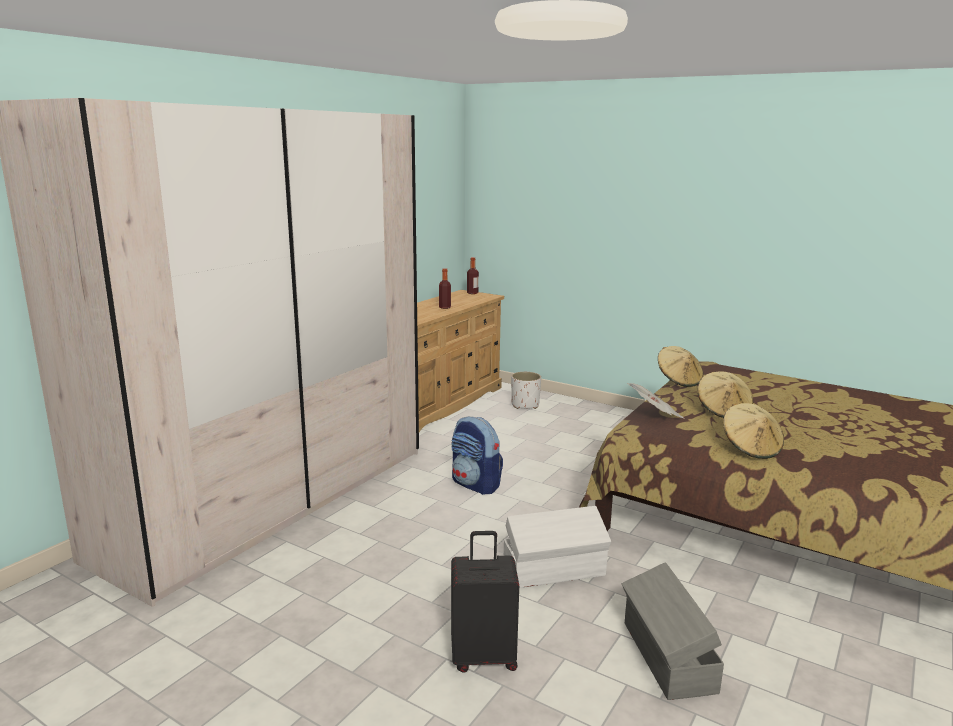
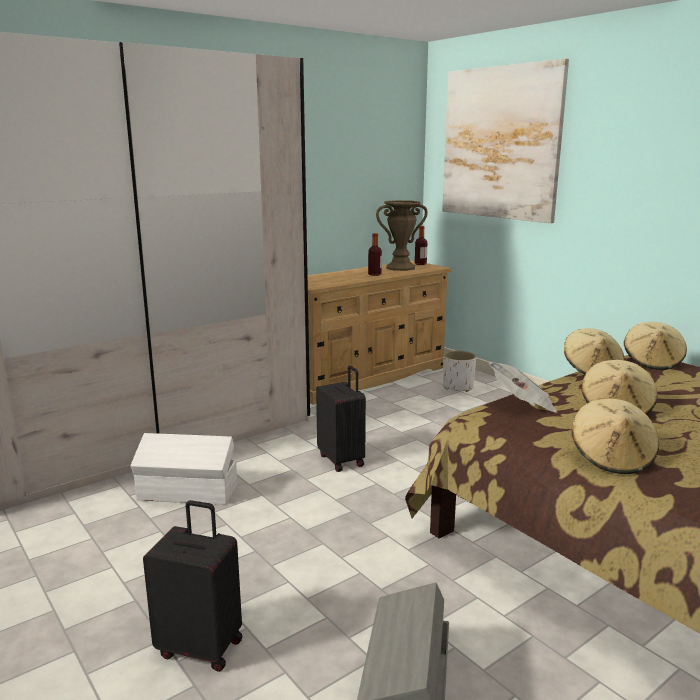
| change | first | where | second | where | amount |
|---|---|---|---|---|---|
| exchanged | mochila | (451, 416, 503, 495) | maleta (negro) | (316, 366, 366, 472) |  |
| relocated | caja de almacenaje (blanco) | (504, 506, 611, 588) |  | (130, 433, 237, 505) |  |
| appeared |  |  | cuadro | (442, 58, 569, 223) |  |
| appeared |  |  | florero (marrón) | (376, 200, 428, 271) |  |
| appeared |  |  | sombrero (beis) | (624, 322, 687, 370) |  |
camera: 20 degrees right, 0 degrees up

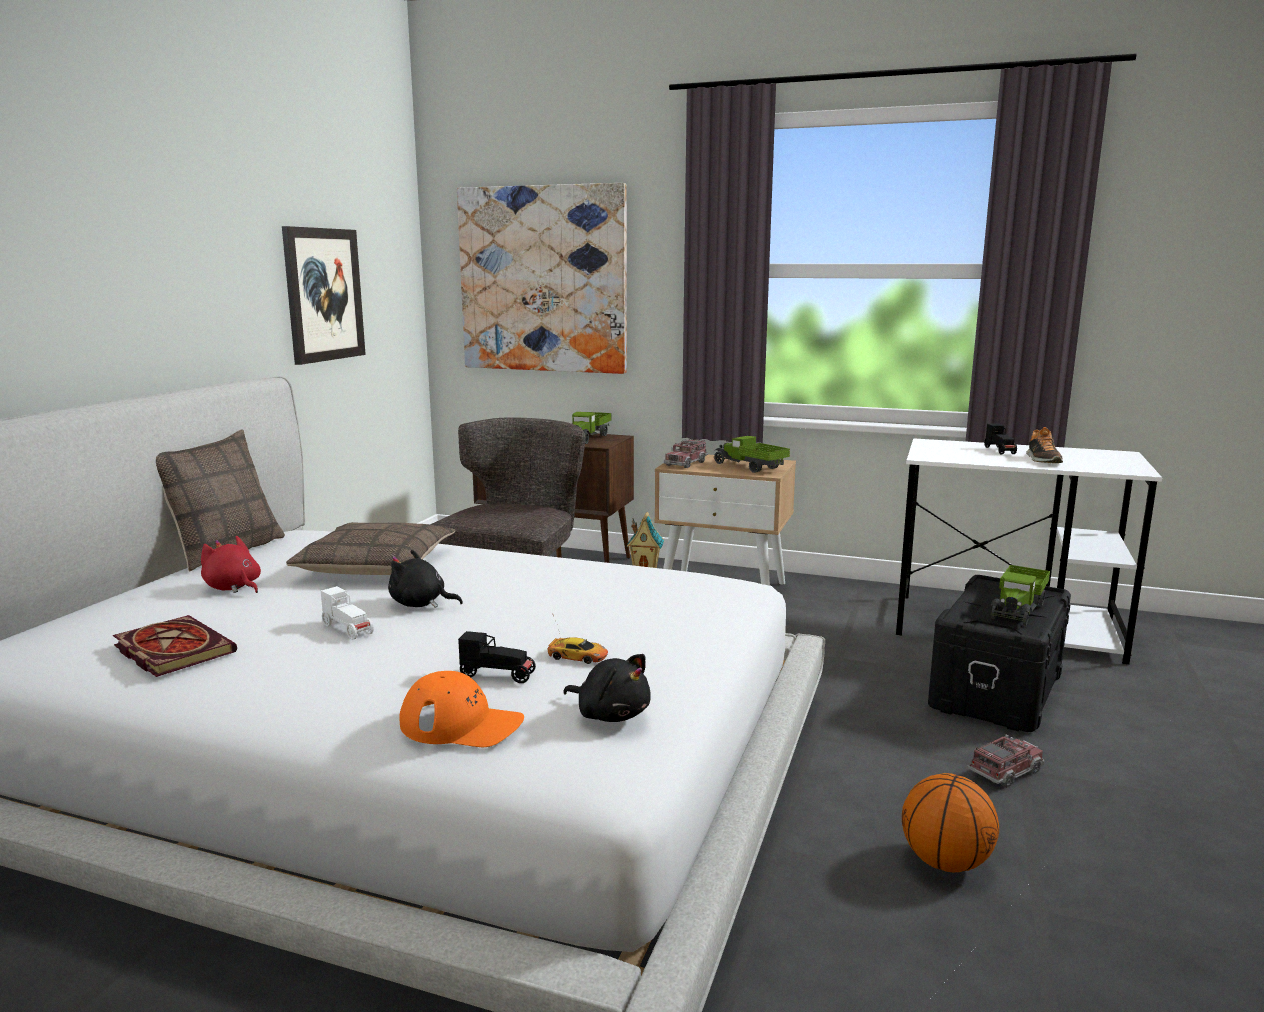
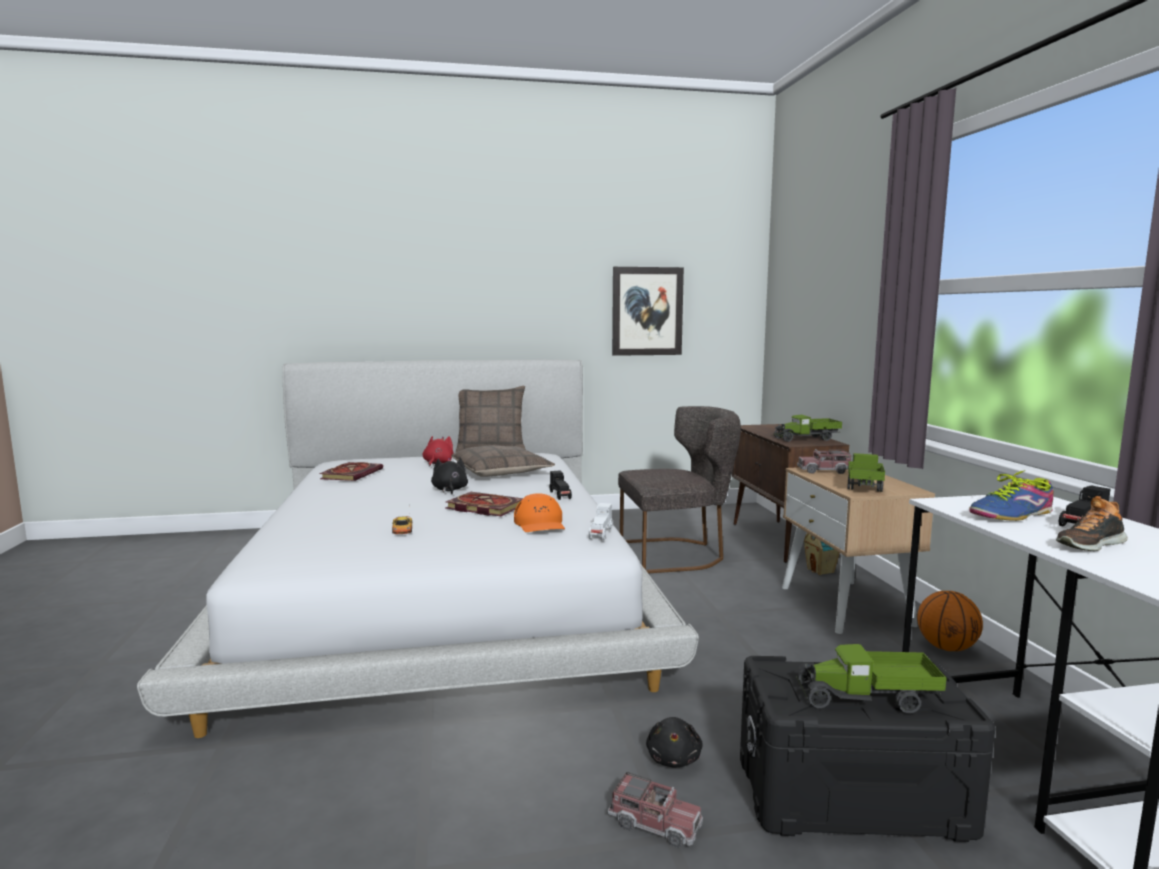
| change | first | where | second | where | amount |
|---|---|---|---|---|---|
| missing | cuadro | (457, 183, 627, 374) |  |  |  |
| relocated | coche de juguete (blanco) | (321, 586, 374, 640) |  | (589, 503, 613, 540) |  |
| relocated | coche de juguete (negro) | (458, 631, 536, 683) |  | (550, 470, 572, 500) |  |
| relocated | peluche (negro) | (563, 654, 651, 722) |  | (646, 717, 703, 768) |  |
| relocated | gorra (naranja) | (400, 671, 524, 747) |  | (514, 493, 565, 532) |  |
| relocated | balón de baloncesto | (902, 773, 999, 872) |  | (917, 591, 983, 651) |  |
| appeared |  |  | zapato | (969, 470, 1053, 521) |  |
| appeared |  |  | libro | (445, 492, 523, 516) |  |
camera: 60 degrees right, 5 degrees down

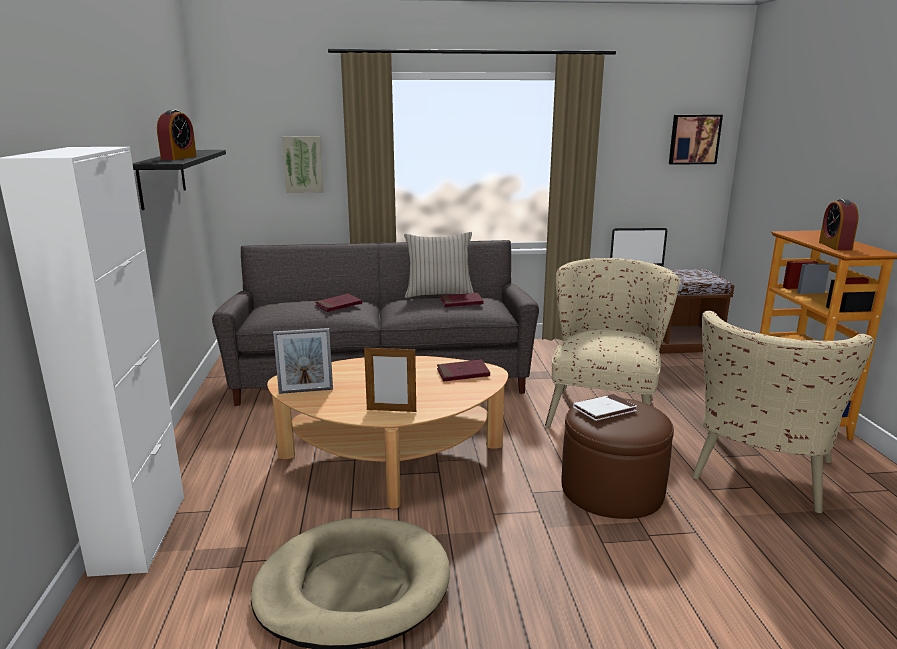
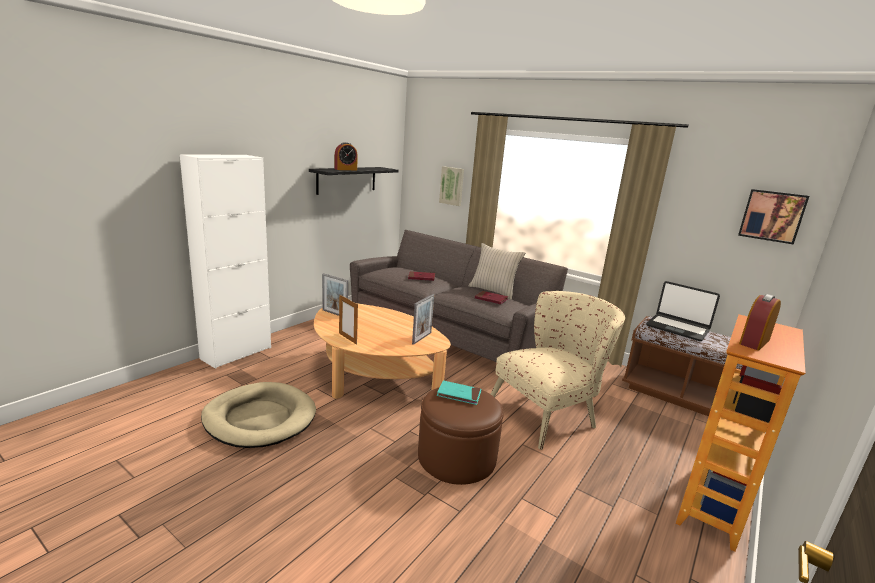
| change | first | where | second | where | amount |
|---|---|---|---|---|---|
| missing | sillón (beis) | (692, 311, 874, 513) |  |  |  |
| exchanged | libro (rojo) | (437, 359, 490, 382) | portarretratos | (412, 294, 434, 345) |  |
| colour | libro (blanco) | (573, 394, 637, 421) | libro (turquesa) | (437, 380, 481, 405) |  |
camera: 40 degrees right, 0 degrees up

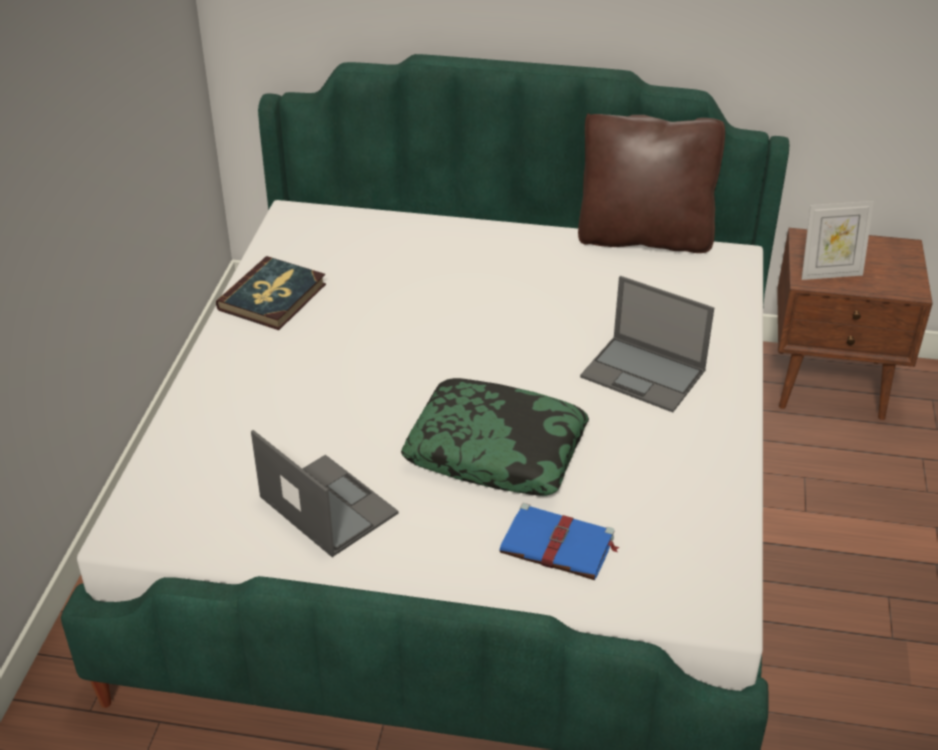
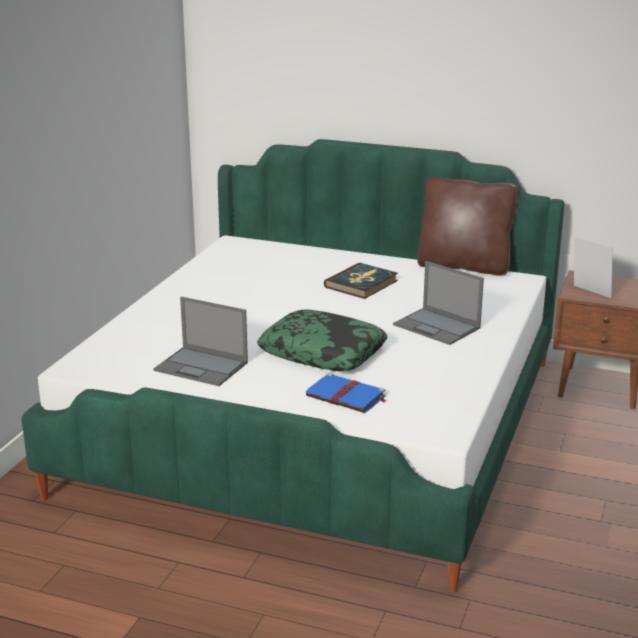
| change | first | where | second | where | amount |
|---|---|---|---|---|---|
| spun | portarretratos | (801, 201, 874, 280) |  | (574, 236, 613, 298) | 135 degrees counterclockwise |
| relocated | libro | (216, 256, 326, 330) |  | (324, 263, 398, 299) |  |
| spun | portátil | (251, 430, 398, 557) |  | (153, 297, 248, 386) | 150 degrees clockwise |
camera: 10 degrees right, 15 degrees down

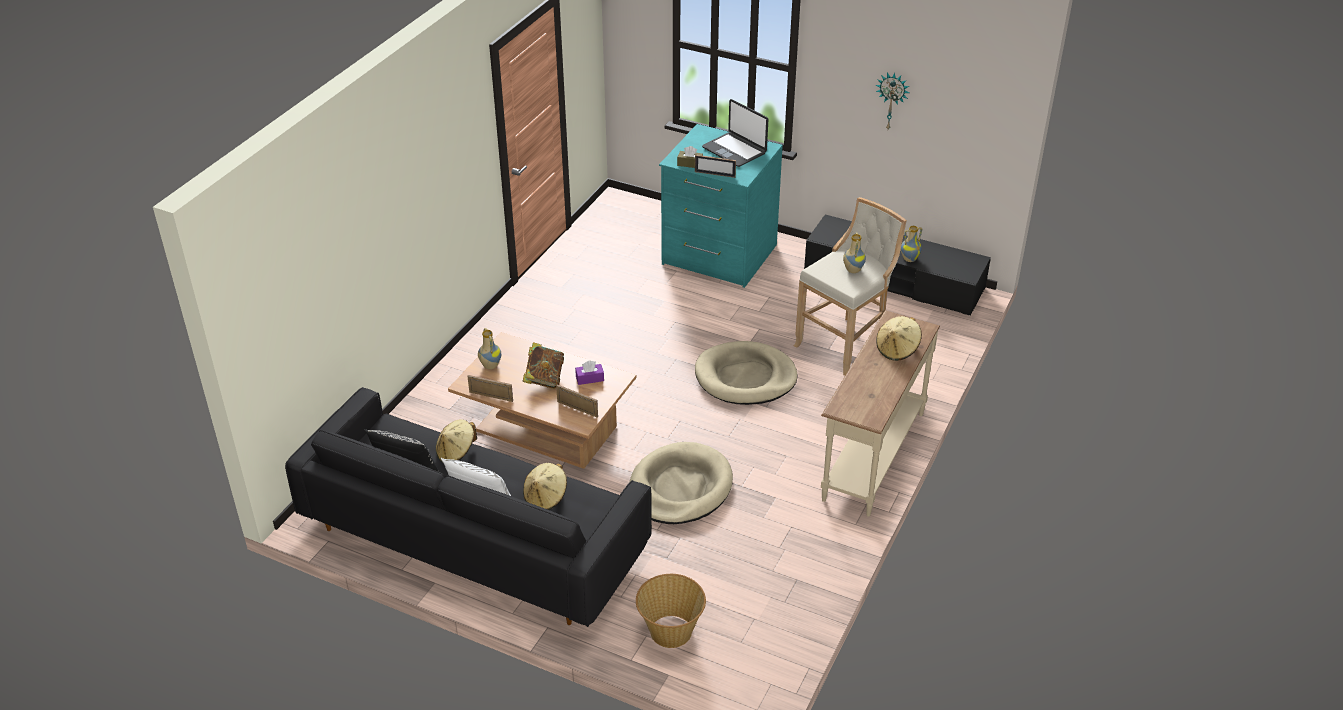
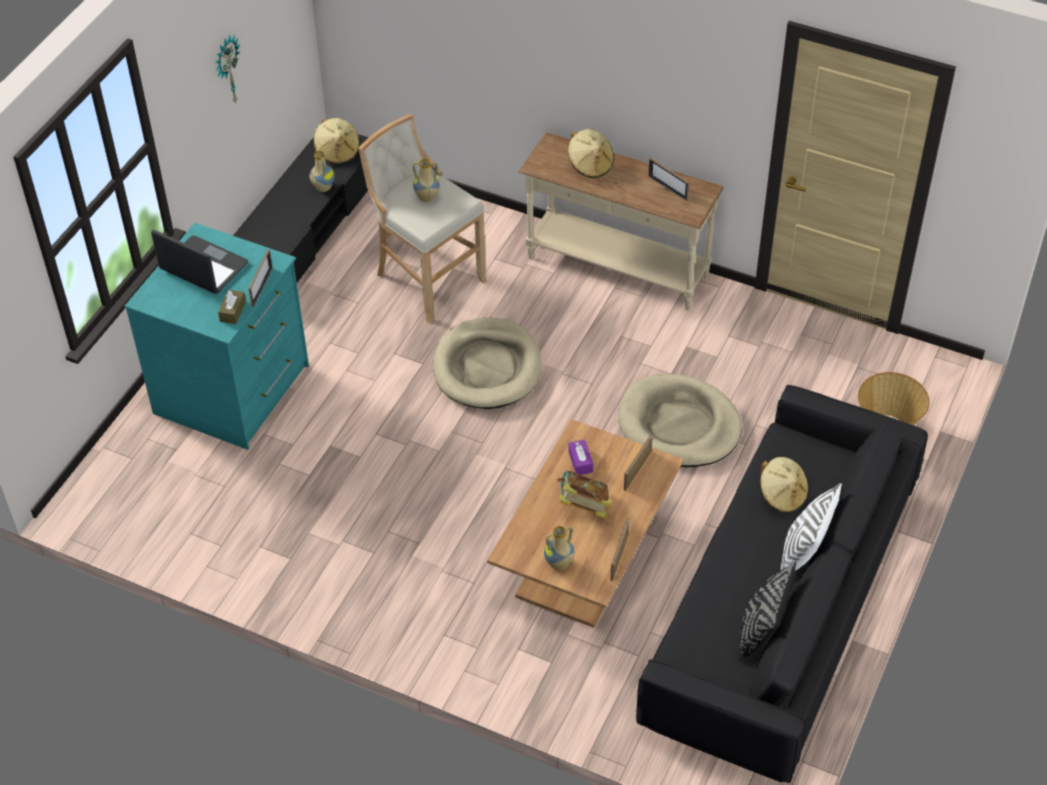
| change | first | where | second | where | amount |
|---|---|---|---|---|---|
| spun | portátil | (702, 99, 768, 167) |  | (151, 230, 248, 294) | 105 degrees counterclockwise |
| relocated | sombrero (beis) | (436, 419, 477, 463) |  | (314, 118, 360, 164) |  |
| appeared |  |  | portarretratos | (648, 158, 689, 201) |  |
camera: 90 degrees left, 10 degrees up

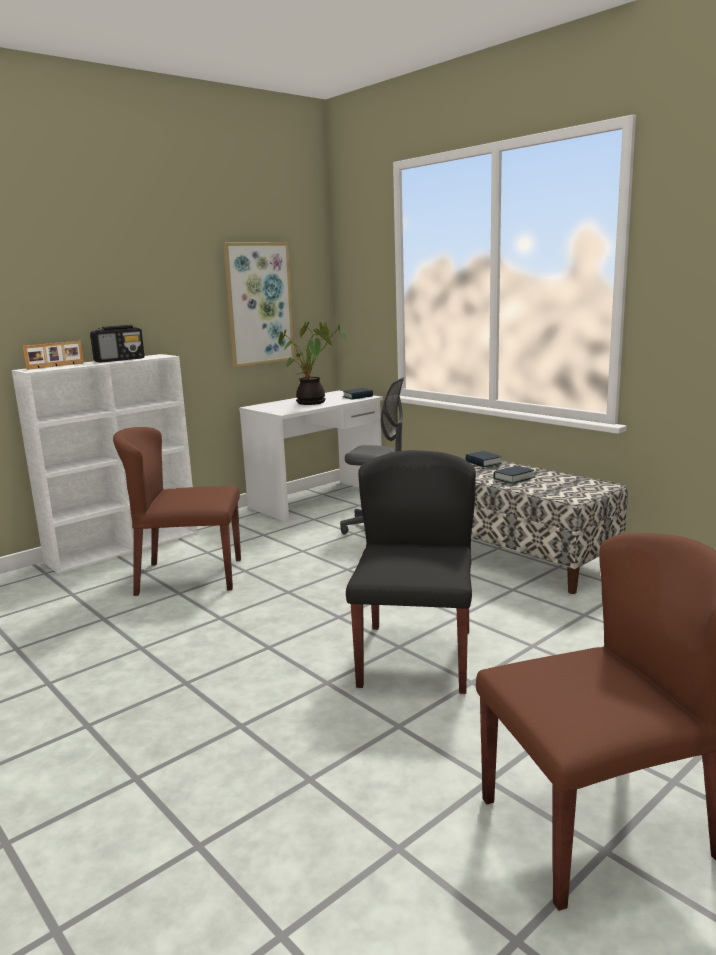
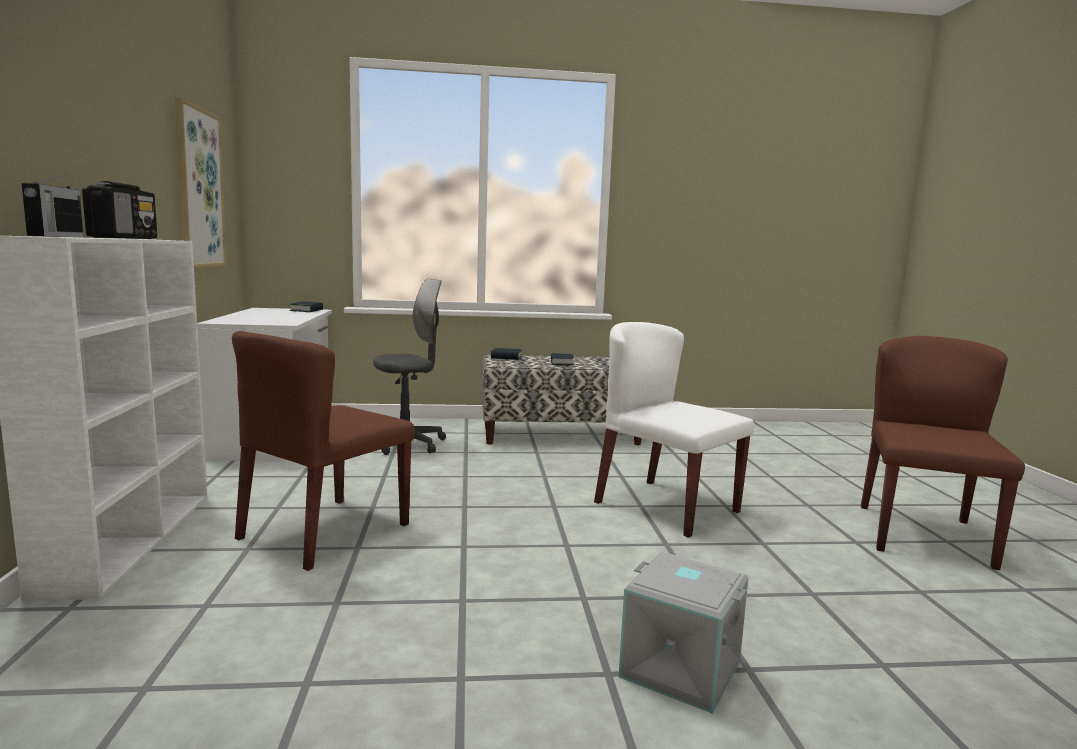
| change | first | where | second | where | amount |
|---|---|---|---|---|---|
| missing | planta en maceta | (278, 322, 347, 405) |  |  |  |
| exchanged | portarretratos | (23, 341, 84, 370) | radio | (22, 175, 84, 237) |  |
| colour | silla (negro) | (346, 450, 476, 694) | silla (blanco) | (594, 322, 754, 538) |  |
| appeared |  |  | caja de almacenaje (gris) | (619, 552, 749, 714) |  |
camera: 55 degrees left, 5 degrees down

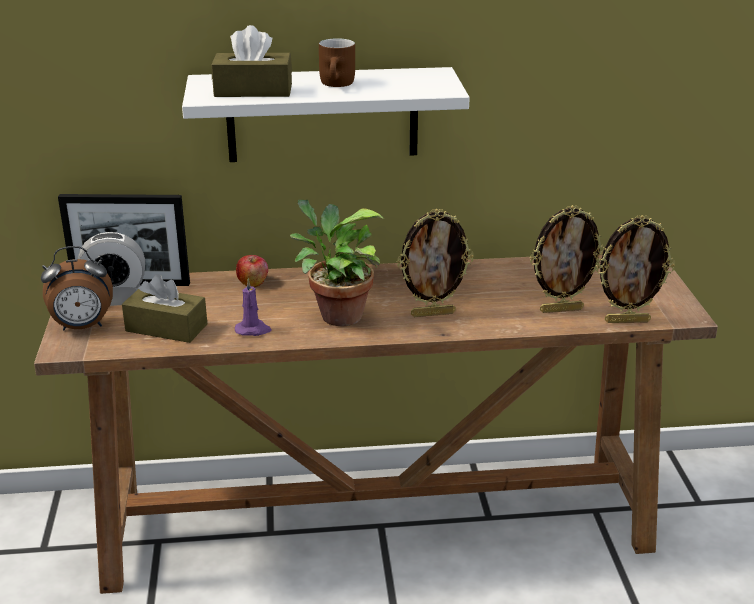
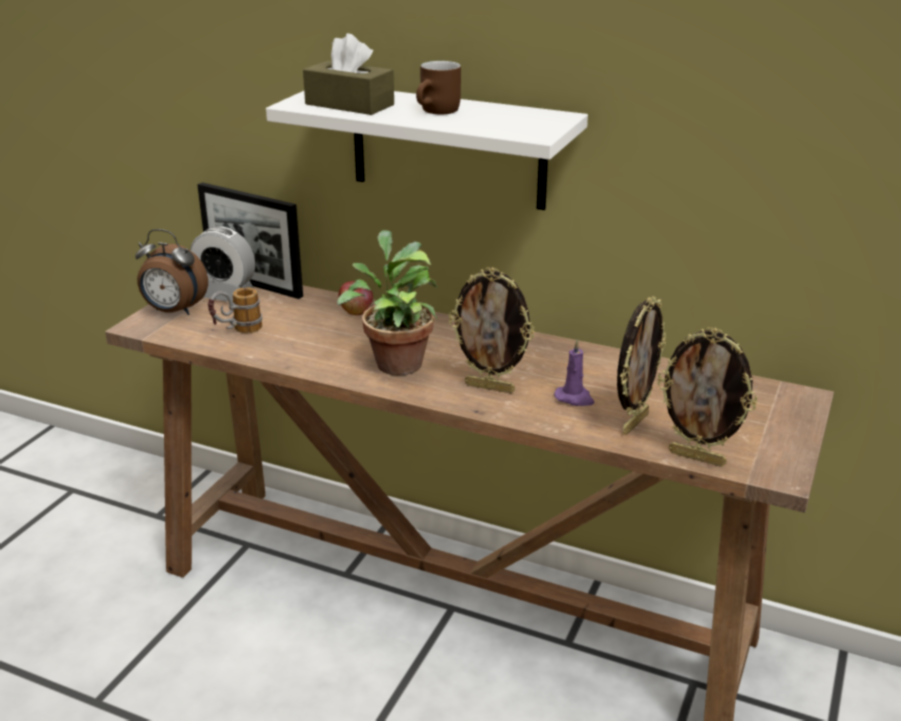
| change | first | where | second | where | amount |
|---|---|---|---|---|---|
| spun | portarretratos | (530, 205, 604, 313) |  | (617, 296, 666, 435) | 75 degrees counterclockwise |
| exchanged | caja de pañuelos (marrón) | (122, 274, 207, 343) | taza grande | (208, 287, 262, 333) |  |
| relocated | vela (morado) | (235, 278, 271, 336) |  | (554, 339, 594, 406) |  |
camera: 30 degrees right, 0 degrees up

